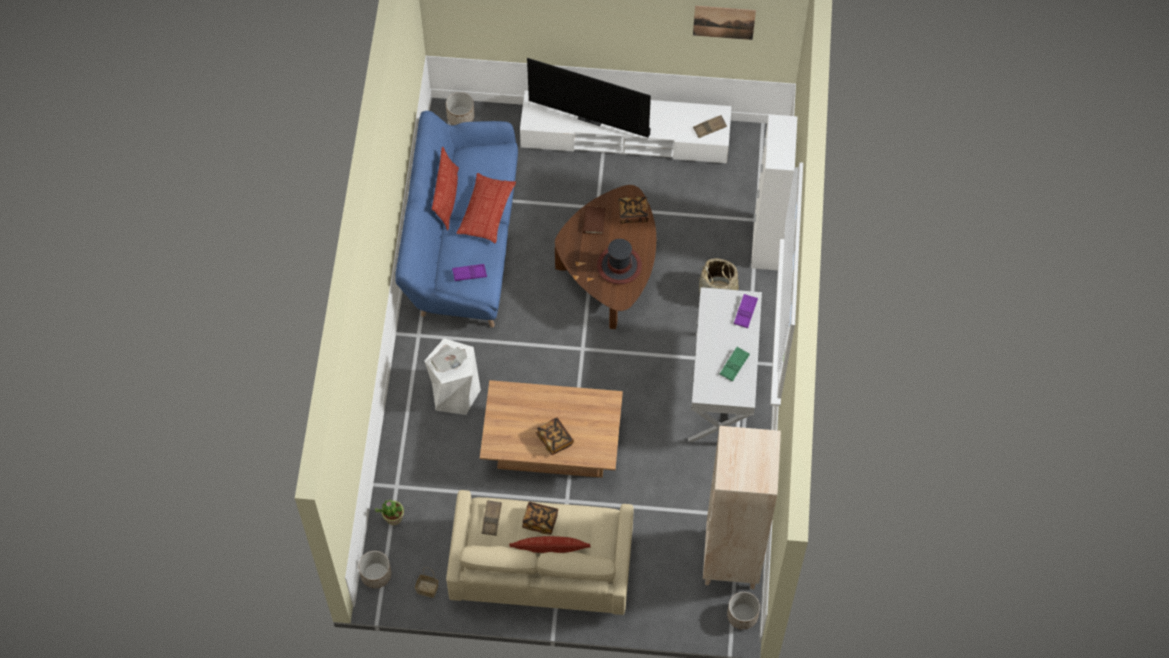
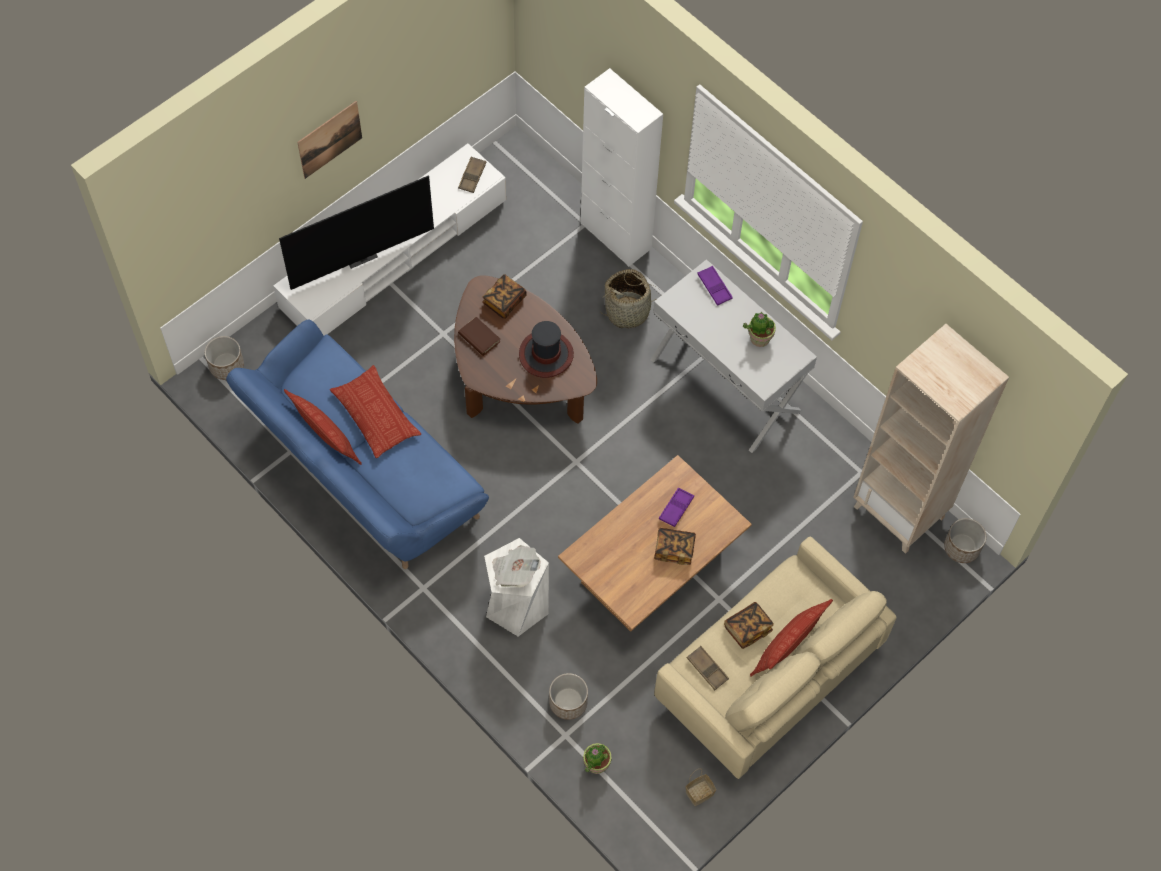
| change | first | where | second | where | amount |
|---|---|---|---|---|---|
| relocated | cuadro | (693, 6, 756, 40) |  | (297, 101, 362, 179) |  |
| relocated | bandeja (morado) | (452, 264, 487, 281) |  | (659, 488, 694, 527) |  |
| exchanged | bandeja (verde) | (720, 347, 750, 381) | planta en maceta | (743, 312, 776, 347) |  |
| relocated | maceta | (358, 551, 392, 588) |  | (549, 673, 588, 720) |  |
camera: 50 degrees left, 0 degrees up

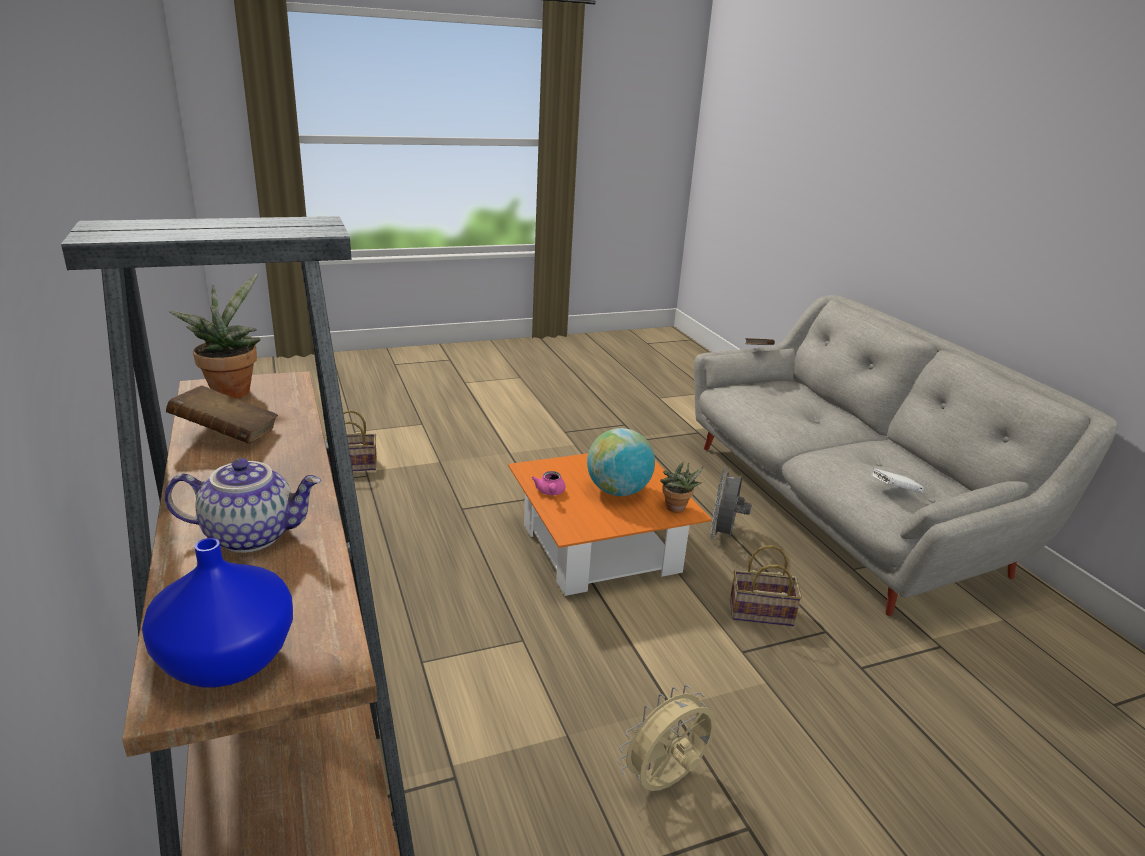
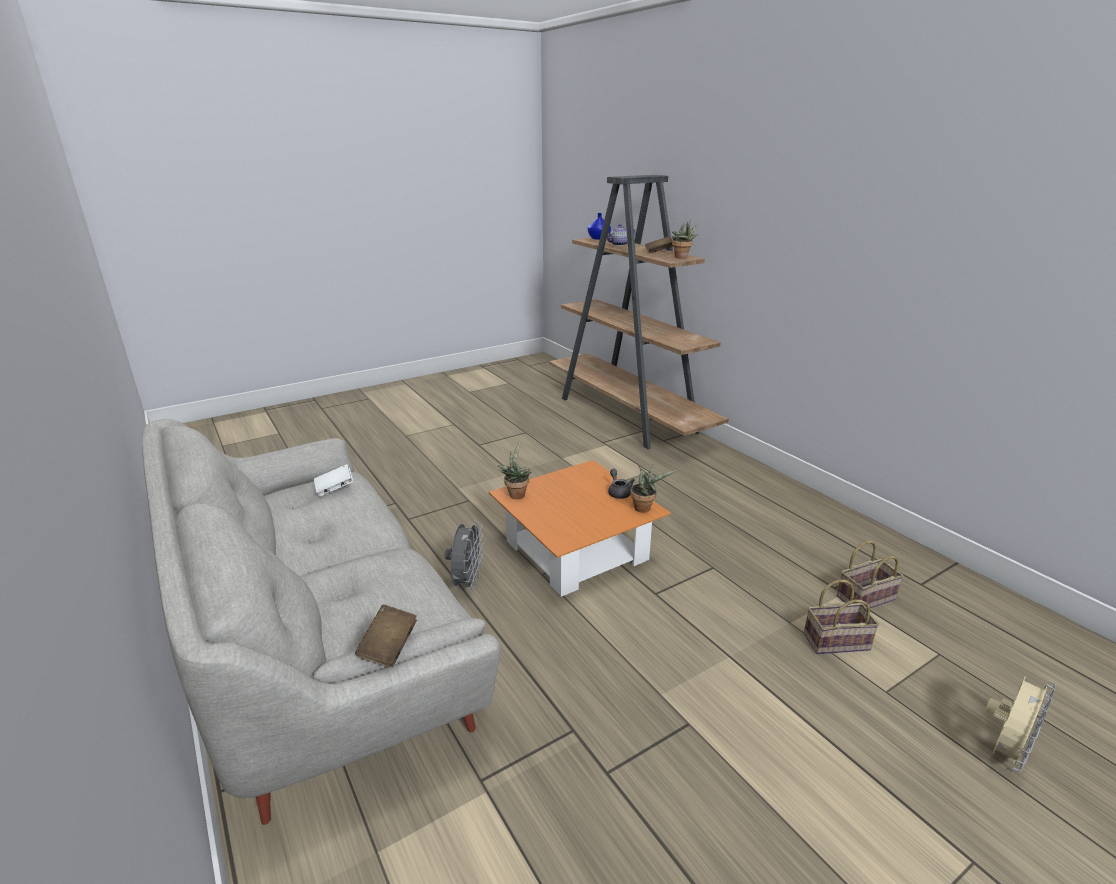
| change | first | where | second | where | amount |
|---|---|---|---|---|---|
| missing | globo terráqueo | (587, 428, 655, 496) |  |  |  |
| colour | tetera (rosa) | (532, 471, 565, 495) | tetera (gris) | (608, 469, 635, 499) |  |
| relocated | cesta | (730, 545, 802, 626) |  | (804, 579, 879, 654) |  |
| relocated | ventilador (beis) | (618, 685, 716, 791) |  | (985, 676, 1056, 772) |  |
| appeared |  |  | planta en maceta | (630, 465, 676, 513) |  |
camera: 170 degrees right, 0 degrees up

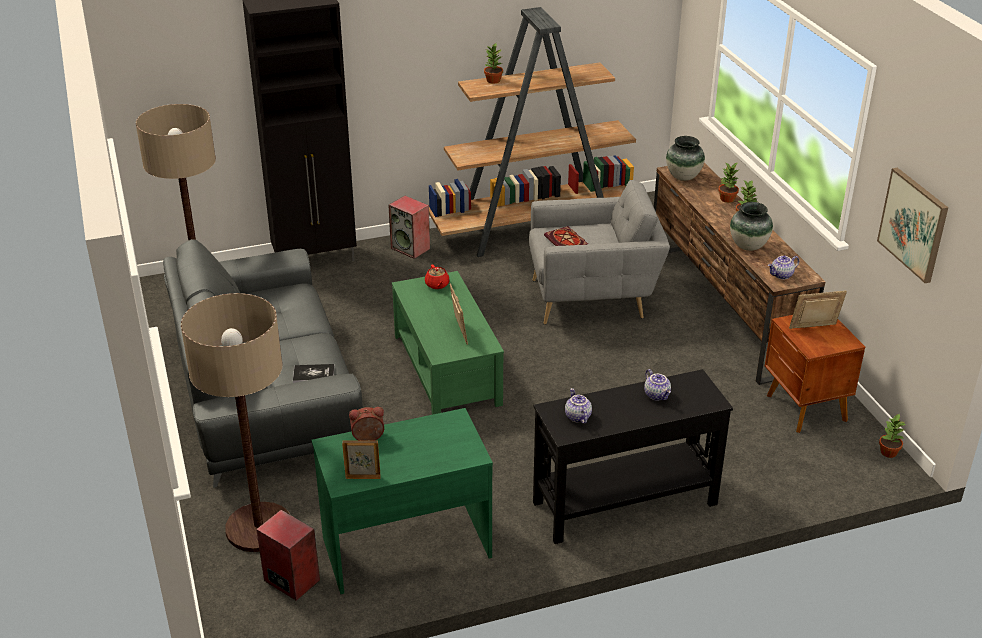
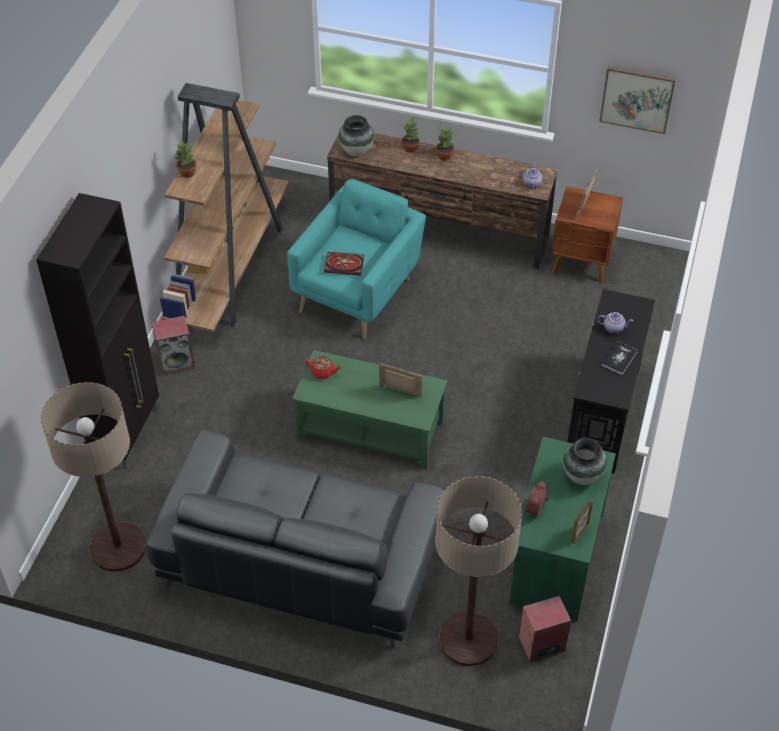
| change | first | where | second | where | amount |
|---|---|---|---|---|---|
| colour | sillón (gris) | (529, 180, 670, 325) | sillón (turquesa) | (287, 179, 426, 339) |  |
| relocated | florero | (730, 202, 773, 251) |  | (563, 438, 607, 485) |  |
| relocated | libro | (293, 364, 334, 383) |  | (601, 341, 638, 375) |  |
| missing | tetera | (565, 388, 592, 424) |  |  |  |
| missing | planta en maceta | (879, 413, 905, 458) |  |  |  |
camera: 55 degrees left, 15 degrees up

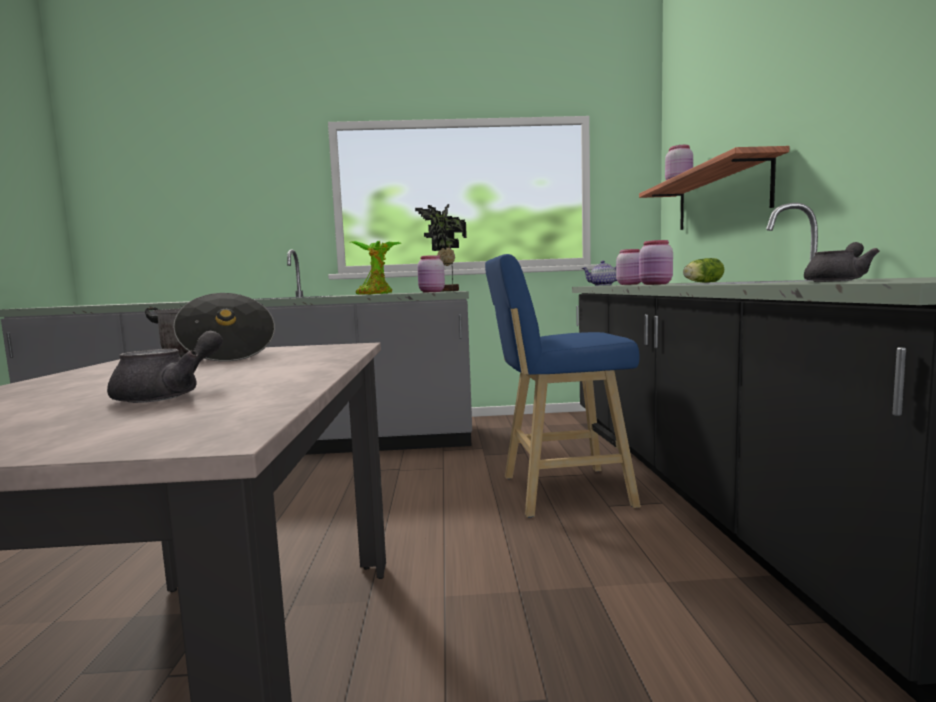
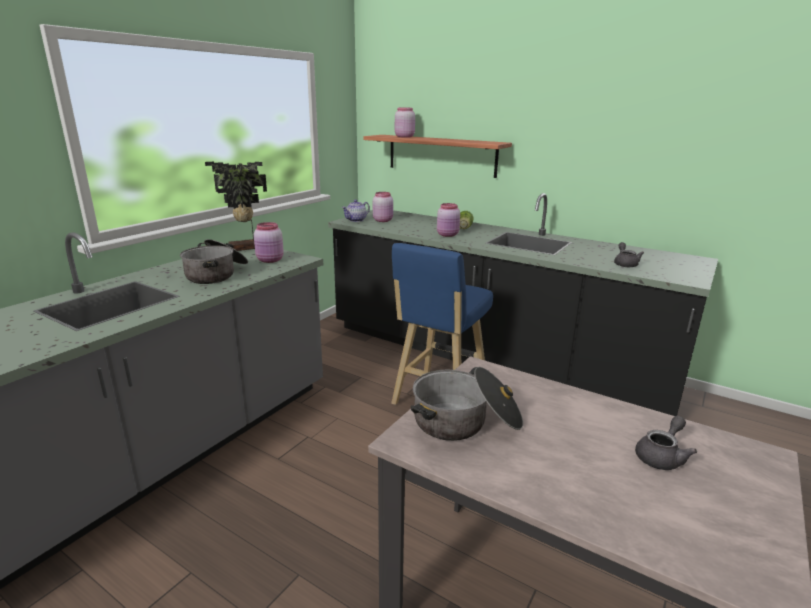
| change | first | where | second | where | amount |
|---|---|---|---|---|---|
| exchanged | planta en maceta | (351, 240, 402, 295) | olla | (180, 239, 248, 284) |  |
| spun | tetera (gris) | (107, 331, 223, 403) |  | (635, 416, 697, 470) | 75 degrees clockwise |
camera: 55 degrees left, 15 degrees up

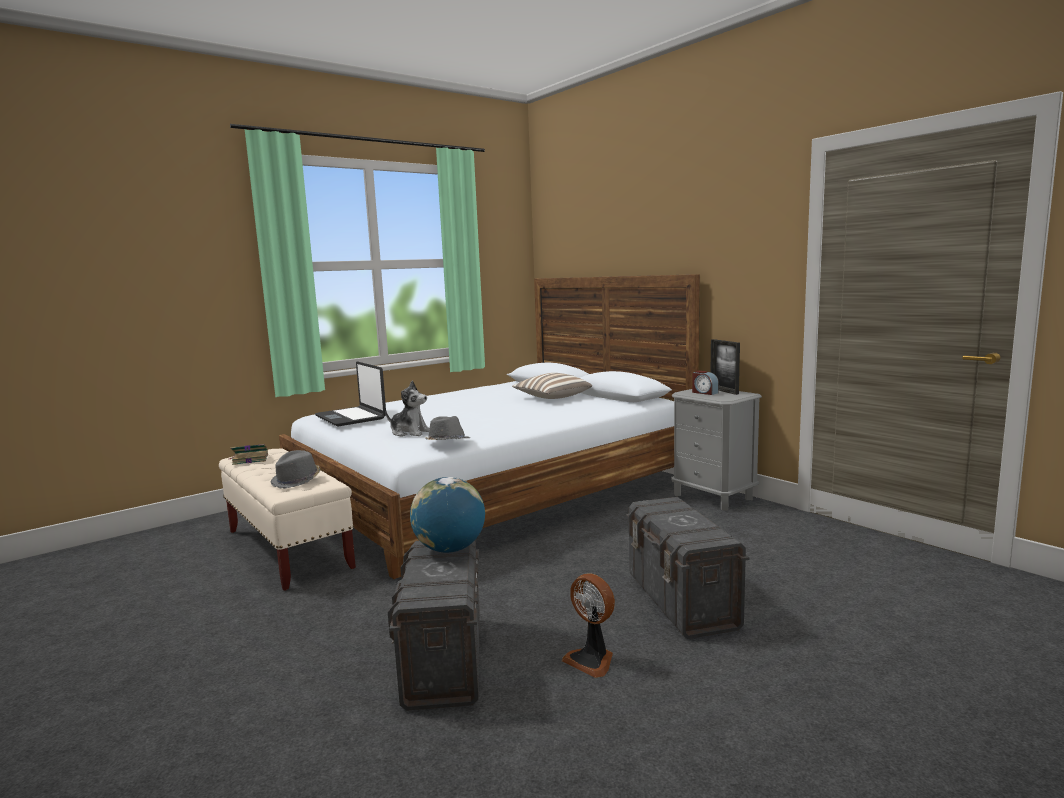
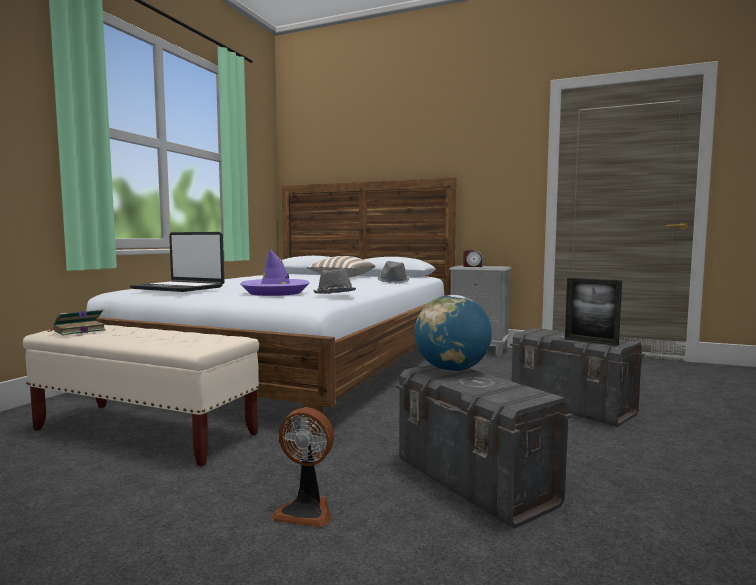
| change | first | where | second | where | amount |
|---|---|---|---|---|---|
| relocated | portarretratos | (711, 339, 740, 395) |  | (565, 278, 622, 346) |  |
| exchanged | peluche | (385, 381, 430, 437) | sombrero (morado) | (240, 249, 310, 296) |  |
| relocated | sombrero (gris) | (271, 450, 320, 489) |  | (378, 261, 410, 284) |  |
| relocated | ventilador | (562, 573, 615, 678) |  | (272, 407, 334, 527) |  |
camera: 30 degrees left, 5 degrees down

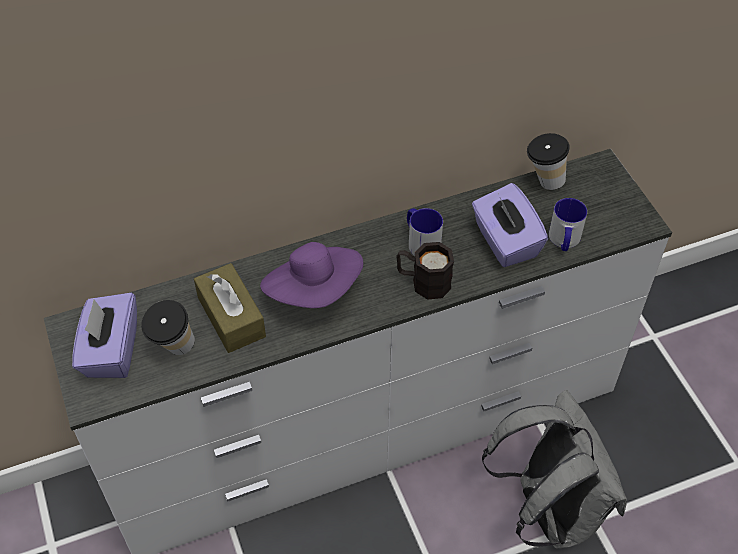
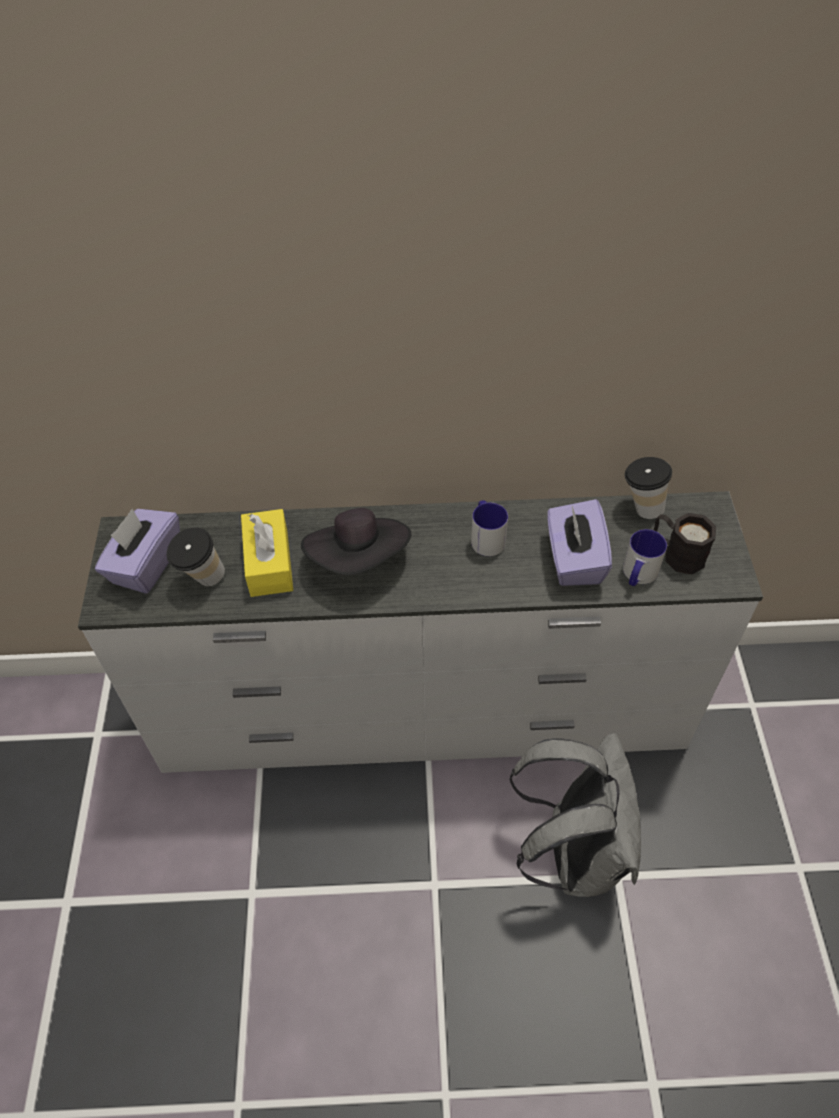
| change | first | where | second | where | amount |
|---|---|---|---|---|---|
| colour | sombrero (morado) | (260, 242, 363, 308) | sombrero (negro) | (301, 508, 411, 576) |  |
| relocated | taza grande (negro) | (396, 242, 454, 299) |  | (654, 513, 716, 574) |  |
| colour | caja de pañuelos (marrón) | (194, 263, 266, 353) | caja de pañuelos (amarillo) | (241, 509, 293, 597) |  |
camera: 20 degrees right, 0 degrees up

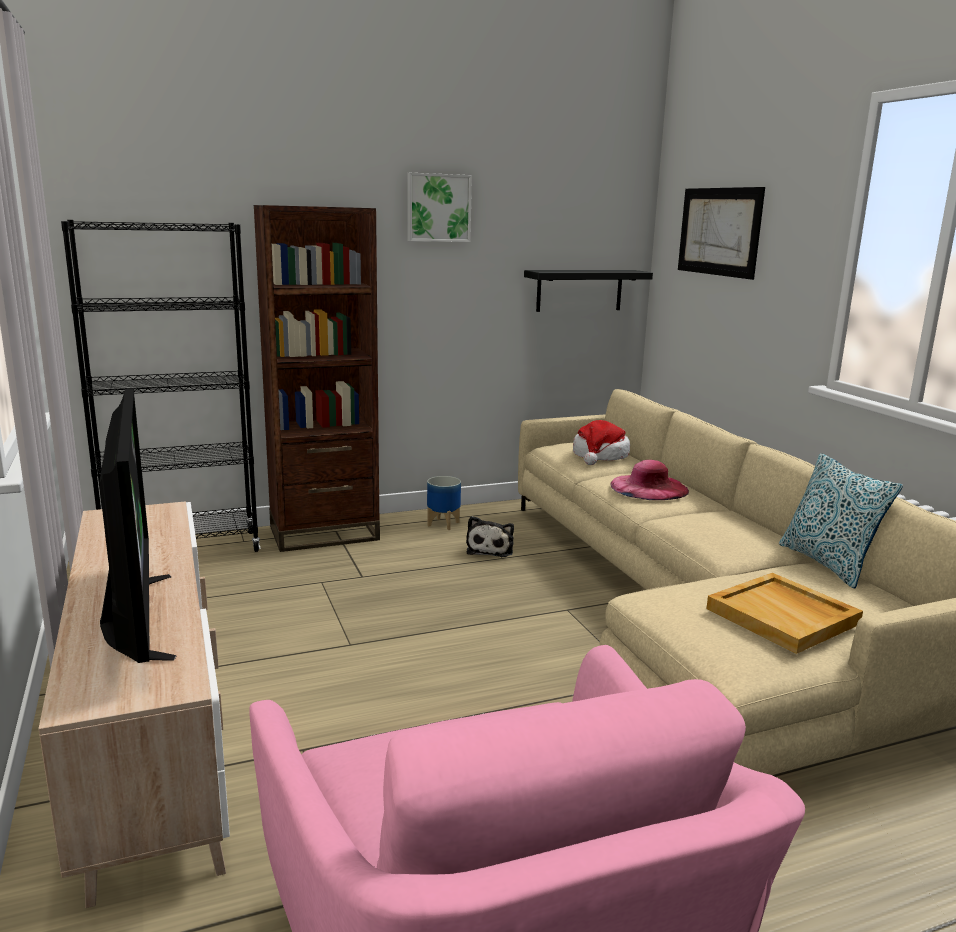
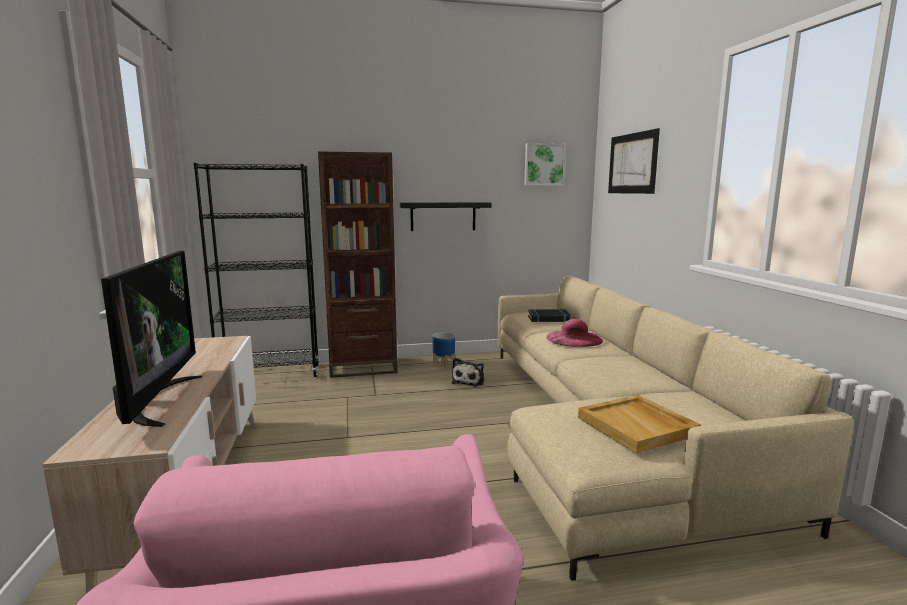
| change | first | where | second | where | amount |
|---|---|---|---|---|---|
| relocated | cuadro | (407, 173, 472, 242) |  | (524, 143, 566, 186) |  |
| relocated | estante (negro) | (524, 270, 653, 312) |  | (400, 202, 492, 231) |  |
| exchanged | sombrero | (573, 420, 630, 465) | libro (negro) | (528, 310, 571, 322) |  |
| missing | cojín | (779, 453, 903, 589) |  |  |  |
camera: 10 degrees right, 5 degrees down

